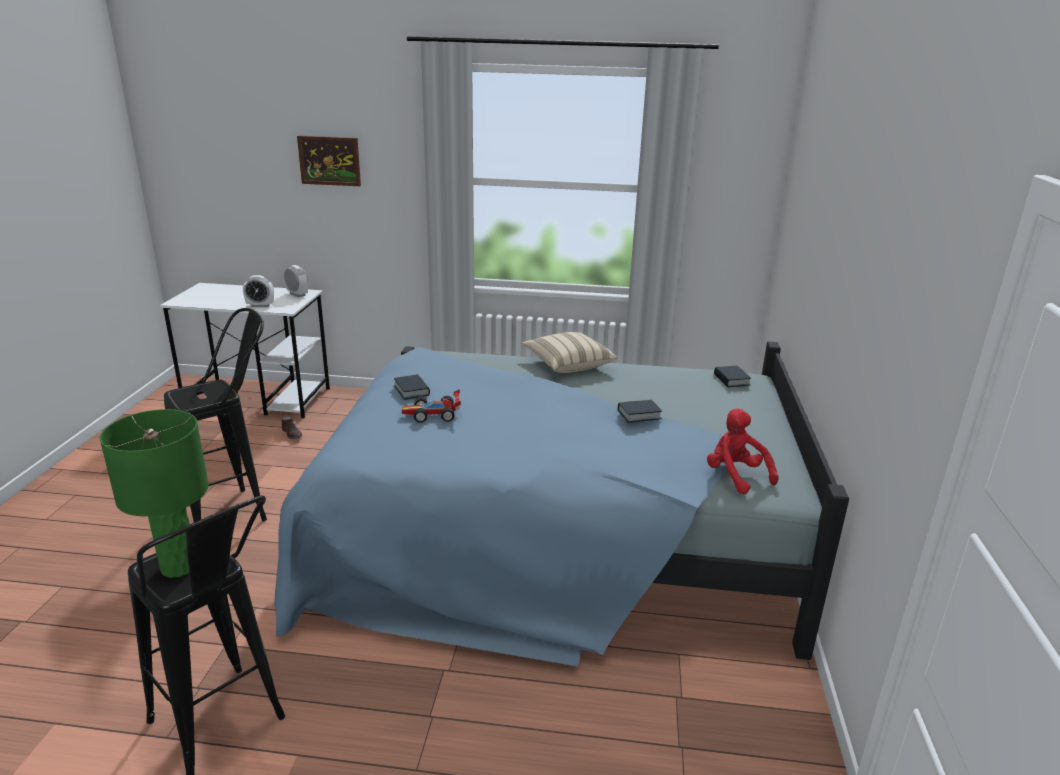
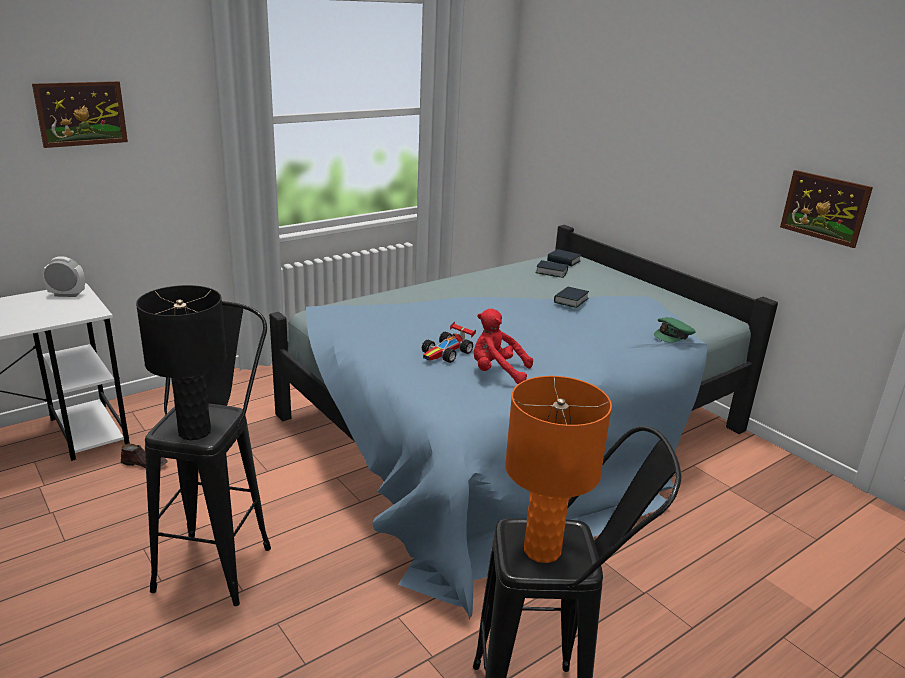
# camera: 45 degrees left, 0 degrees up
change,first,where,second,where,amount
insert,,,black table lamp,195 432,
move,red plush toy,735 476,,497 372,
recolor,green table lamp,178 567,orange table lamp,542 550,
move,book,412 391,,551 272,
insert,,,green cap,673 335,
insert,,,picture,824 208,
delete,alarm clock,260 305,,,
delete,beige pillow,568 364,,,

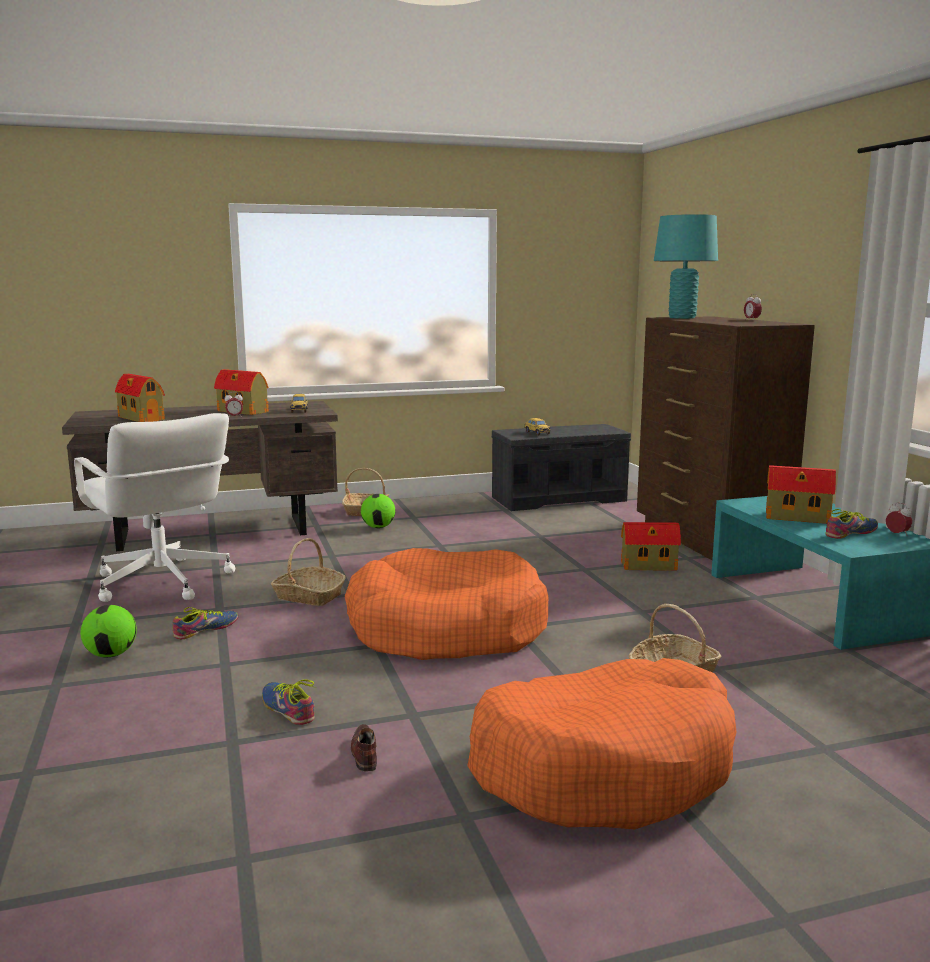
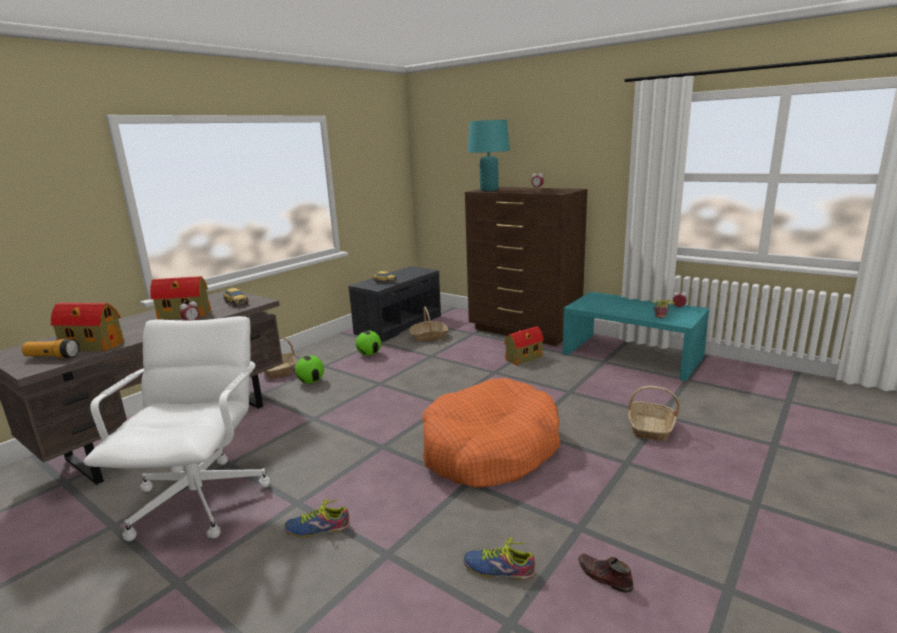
# camera: 35 degrees left, 5 degrees up
change,first,where,second,where,amount
insert,,,flashlight,52 357,
rotate,white office chair,162 583,,201 499,105 degrees counterclockwise
rotate,shoe,205 629,,318 528,105 degrees counterclockwise
move,football,111 654,,369 354,
move,basket,308 596,,428 337,
delete,orange dog bed,604 767,,,
delete,toy house,795 517,,,

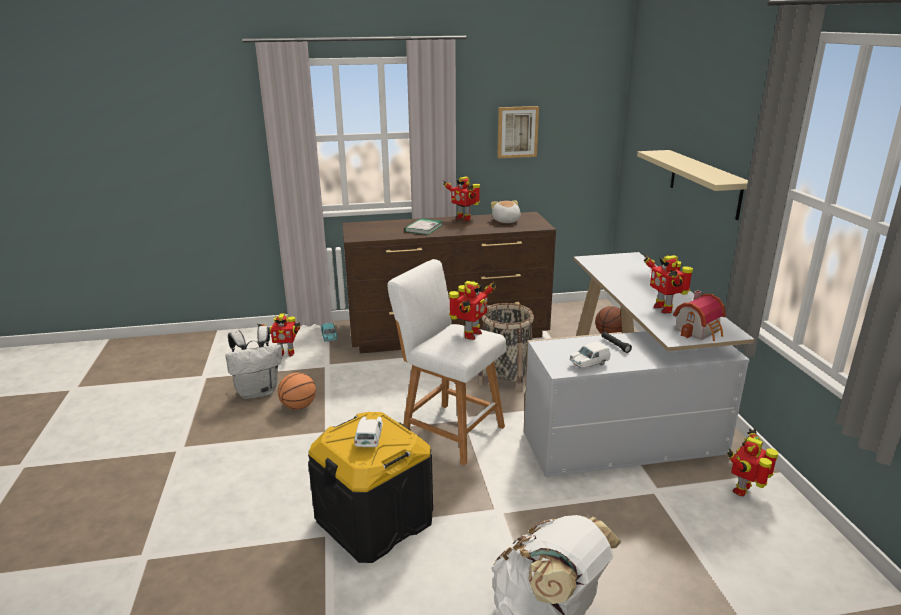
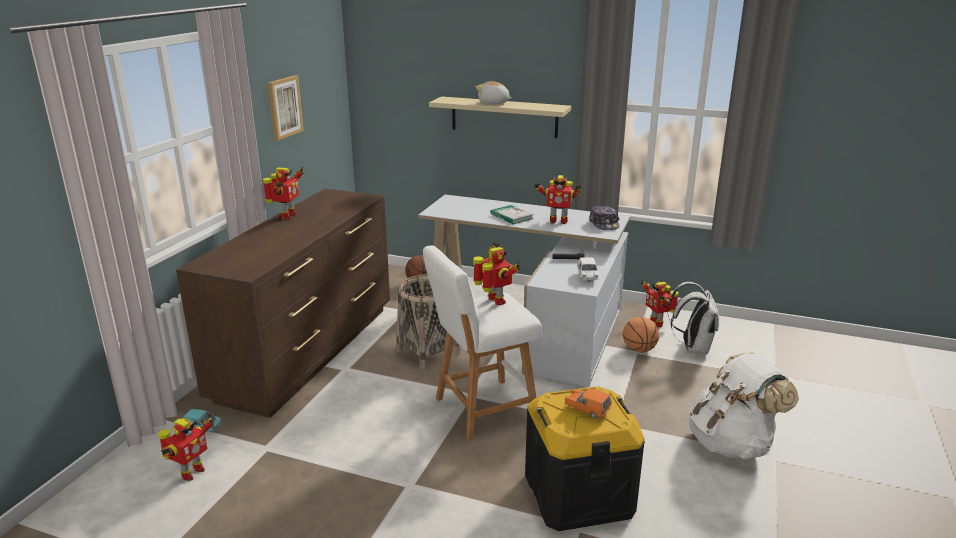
# camera: 60 degrees left, 0 degrees up
change,first,where,second,where,amount
rotate,toy robot,463 218,,286 216,60 degrees counterclockwise
move,plush toy,505 221,,493 103,
move,book,424 228,,511 216,
recolor,white toy car,369 438,orange toy car,587 410,
replace,toy house,699 331,cap,604 224,
move,basketball,298 406,,639 350,
move,white backpack,258 391,,692 348,

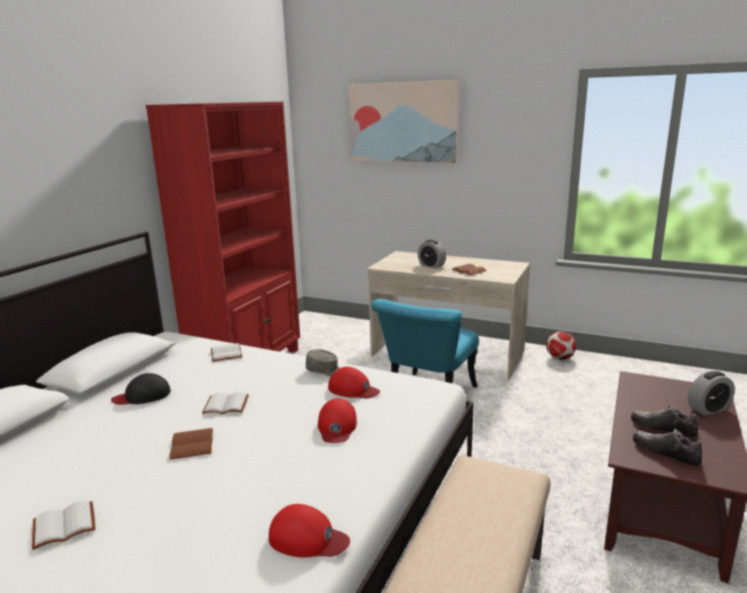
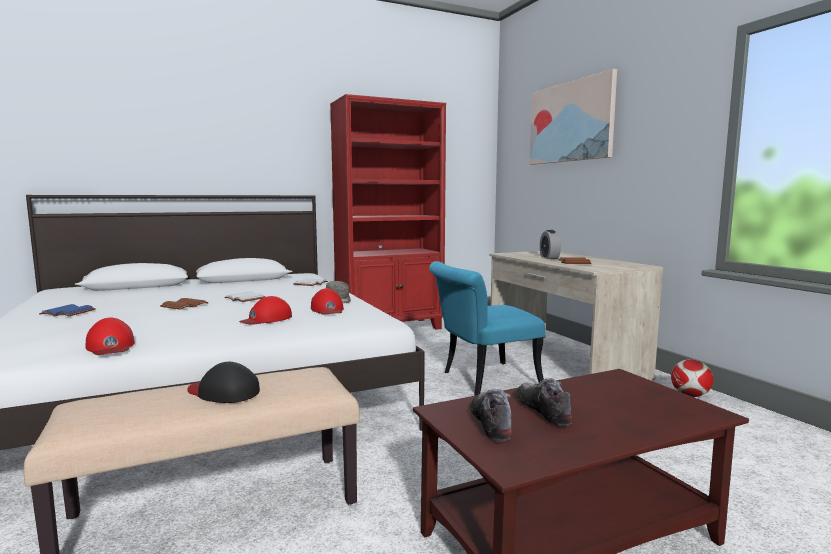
# camera: 40 degrees right, 10 degrees down
change,first,where,second,where,amount
recolor,white book,63 527,blue book,66 313,
move,black cap,142 396,,223 392,
delete,alarm clock,708 409,,,

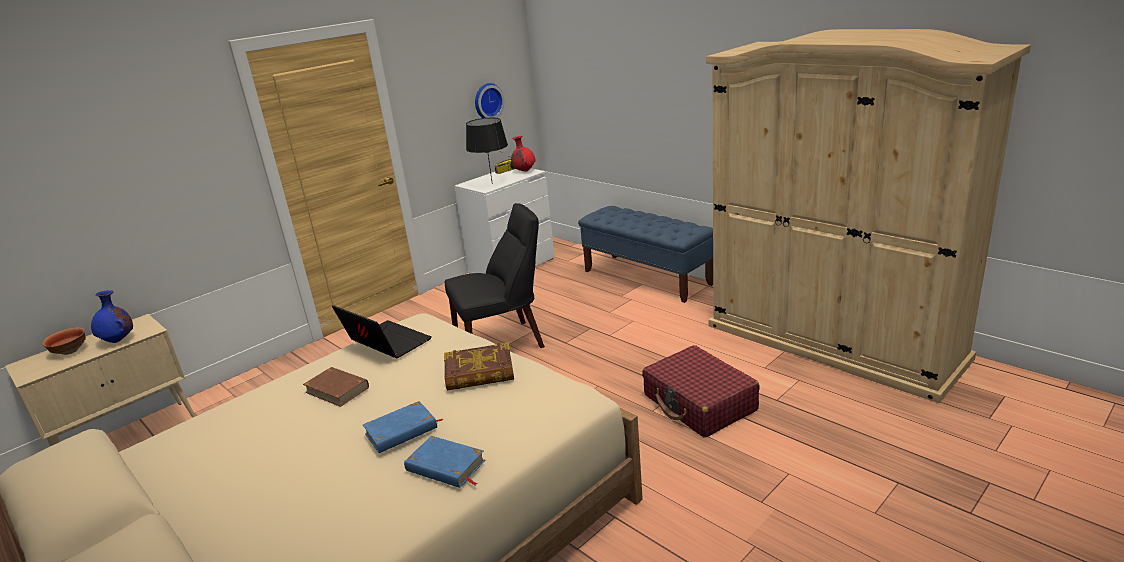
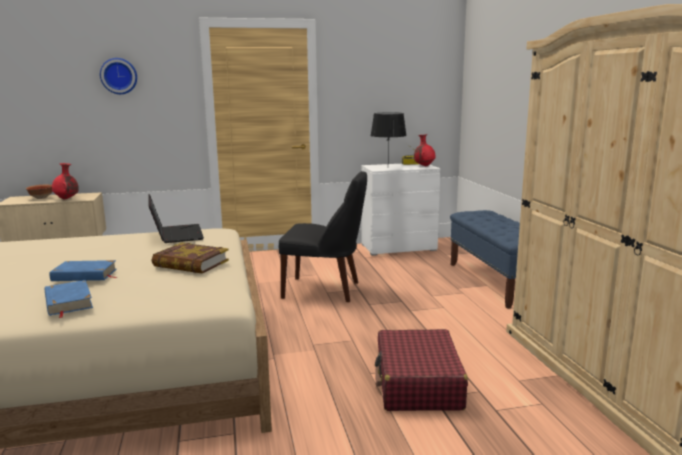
# camera: 30 degrees right, 10 degrees down
change,first,where,second,where,amount
recolor,blue vase,119 340,red vase,67 199,
move,wall clock,487 101,,119 76,
delete,brown book,337 389,,,

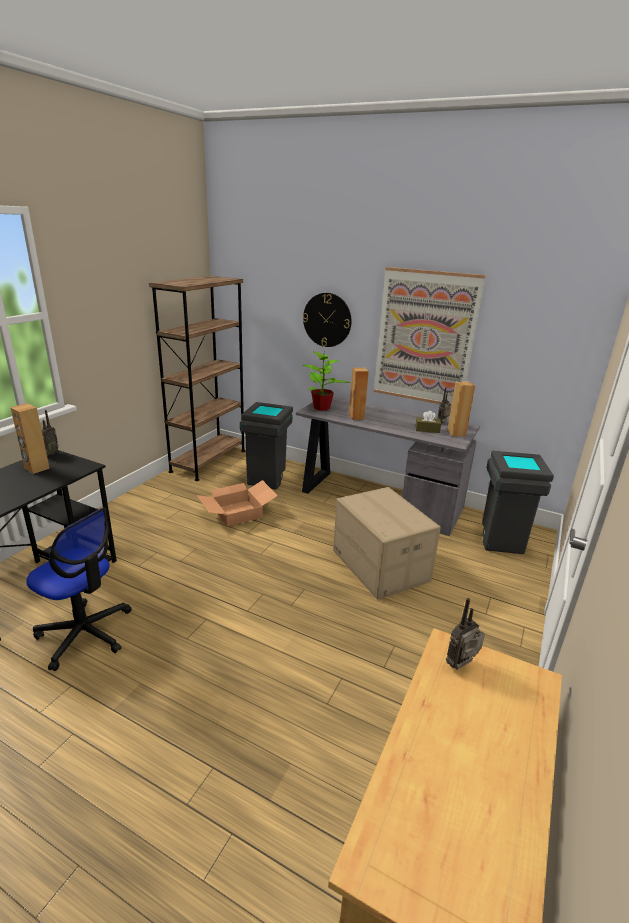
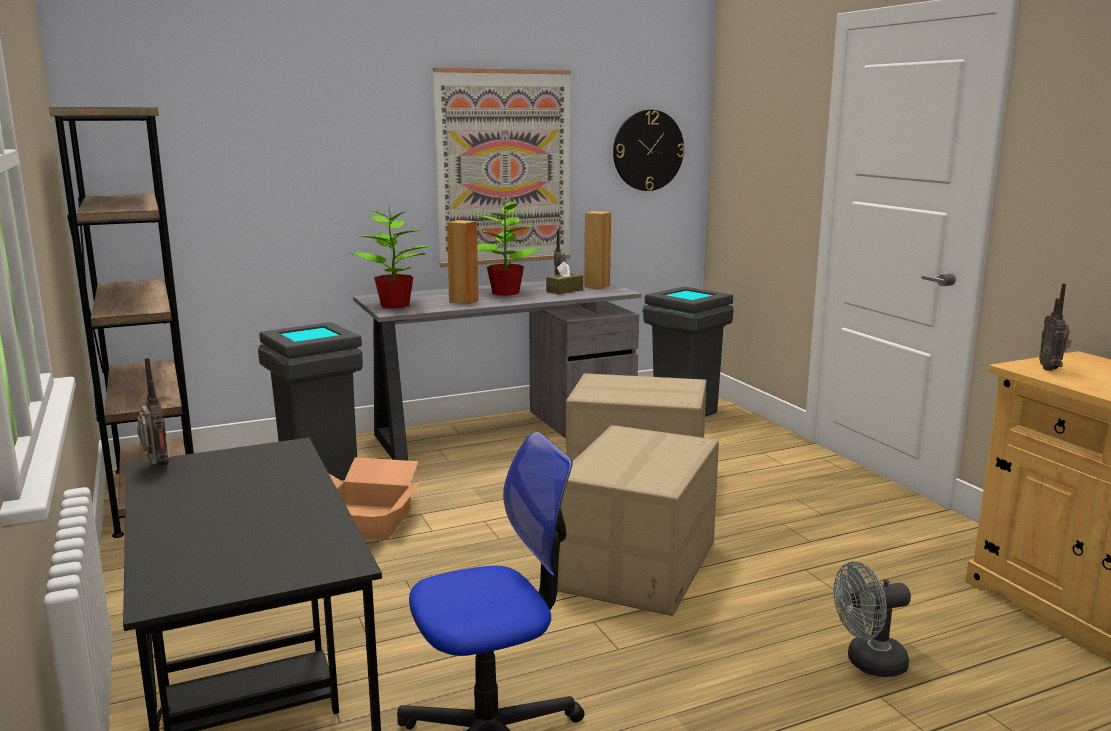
# camera: 50 degrees left, 10 degrees down
change,first,where,second,where,amount
insert,,,potted plant,505 293,
insert,,,cardboard box,639 567,
move,wall clock,327 320,,648 150,
insert,,,grey fan,868 663,
delete,brown speaker,36 468,,,

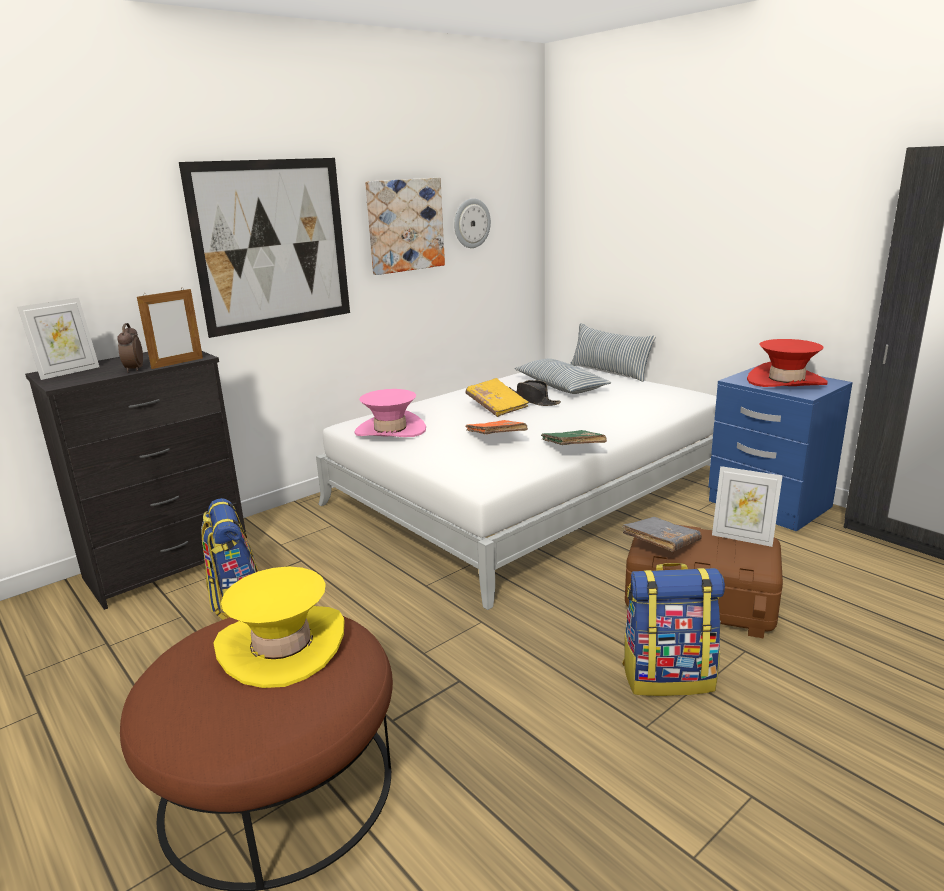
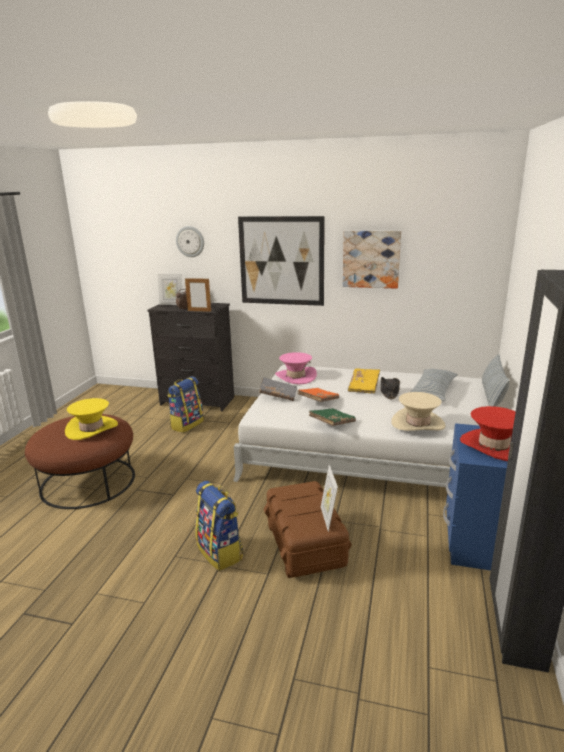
# camera: 55 degrees right, 0 degrees up
change,first,where,second,where,amount
move,wall clock,471 223,,190 241,
move,grey book,661 545,,278 395,
insert,,,beige hat,418 423,

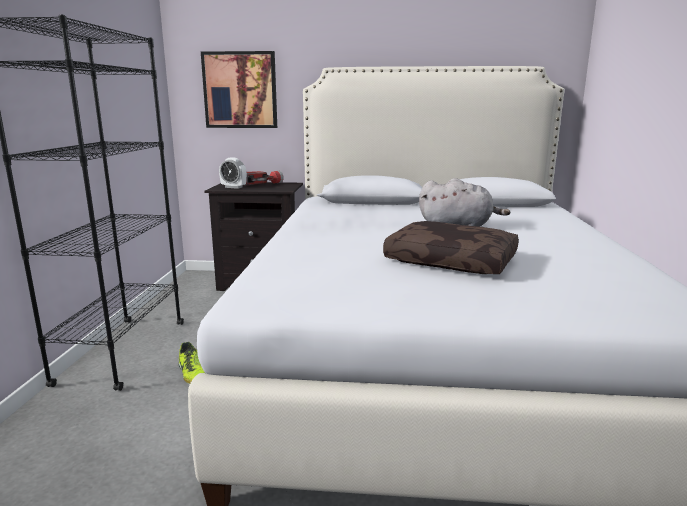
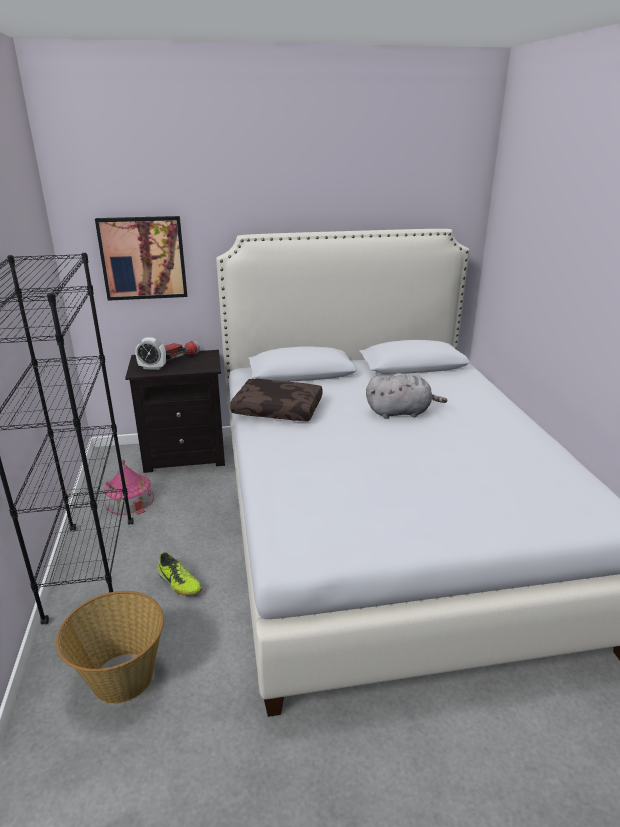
# camera: 15 degrees left, 10 degrees up
change,first,where,second,where,amount
insert,,,basket,121 677,
insert,,,toy house,129 500,
move,brown pillow,452 261,,279 409,

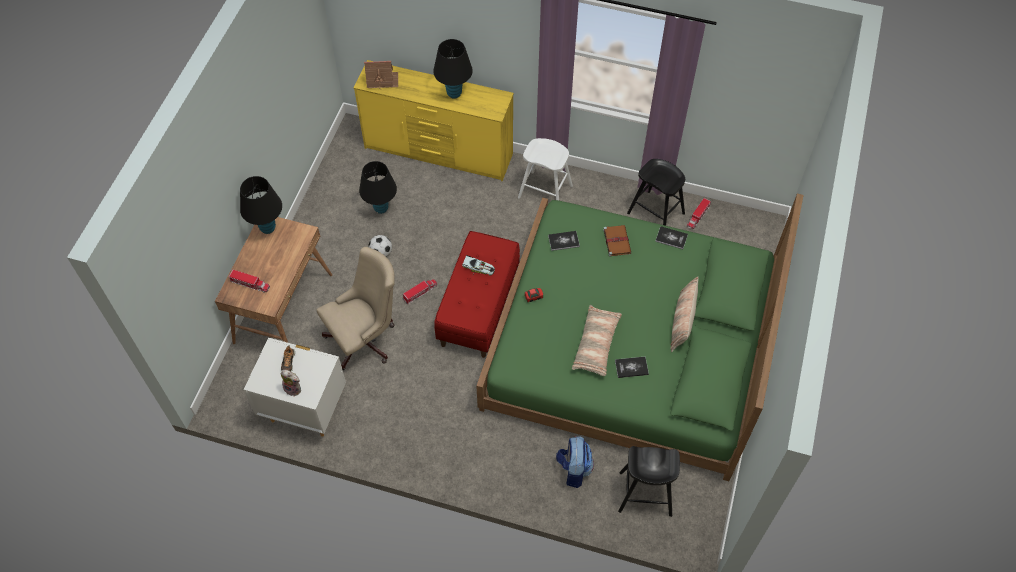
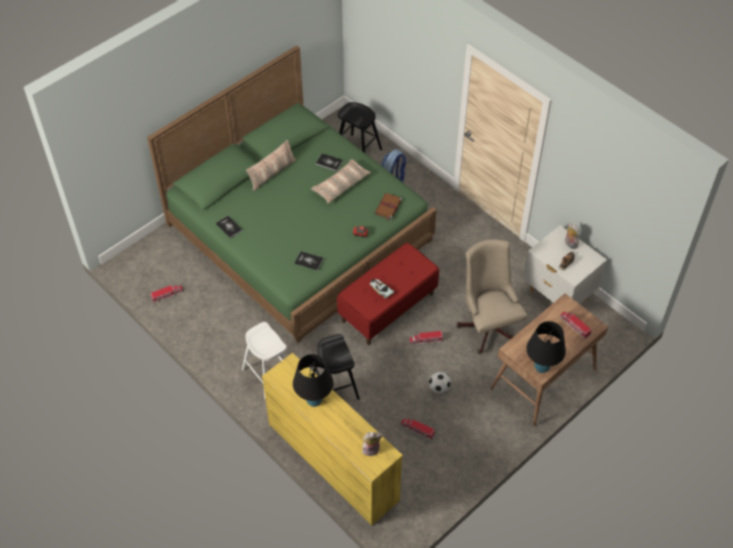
# camera: 150 degrees left, 5 degrees down
change,first,where,second,where,amount
move,black stool,655 213,,335 387,
replace,toy house,382 80,plush toy,371 449,
move,brown book,616 241,,388 207,
replace,black table lamp,381 208,toy truck,417 430,
rotate,beige office chair,365 339,,488 325,75 degrees clockwise

